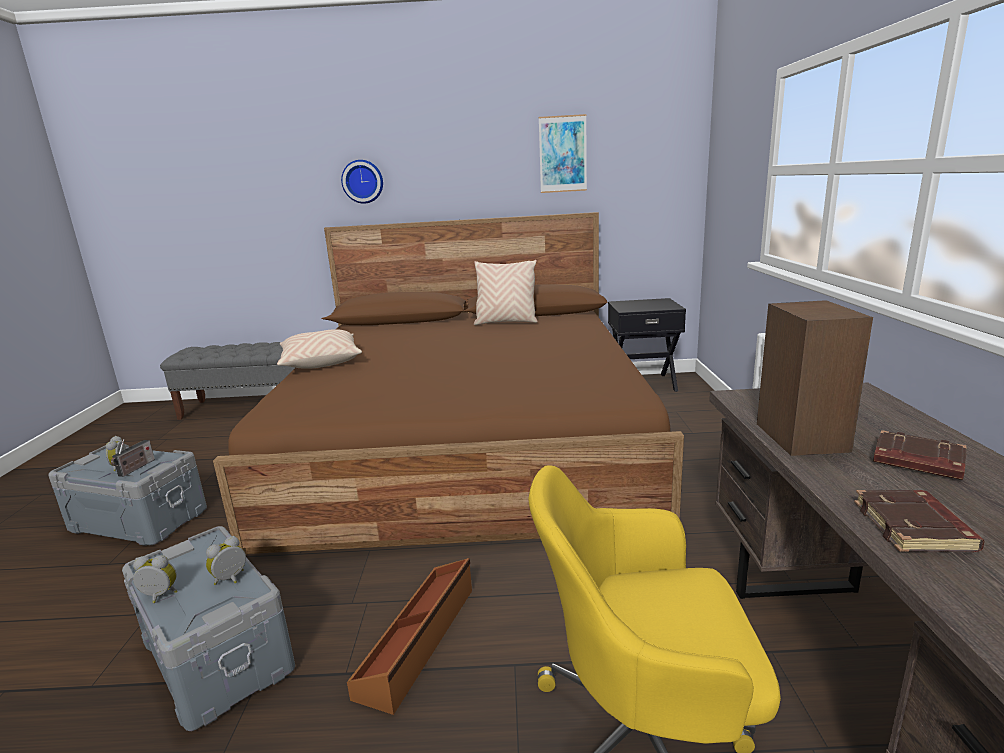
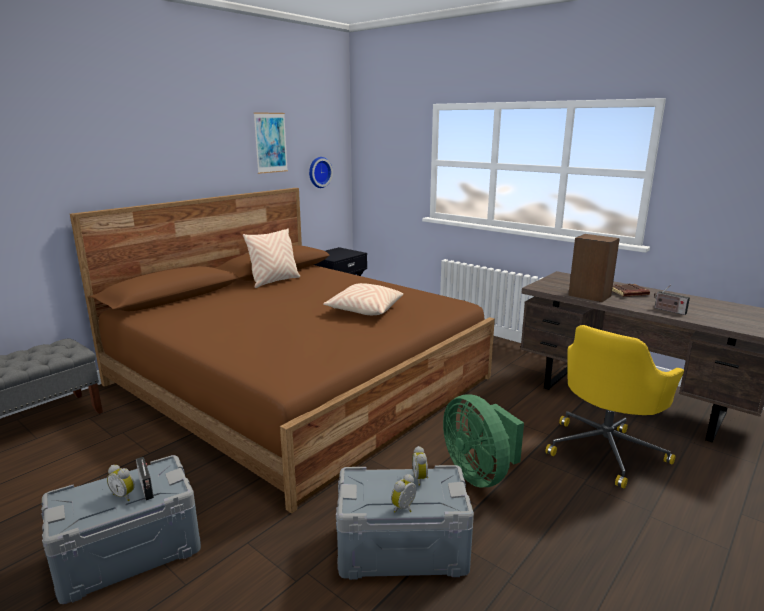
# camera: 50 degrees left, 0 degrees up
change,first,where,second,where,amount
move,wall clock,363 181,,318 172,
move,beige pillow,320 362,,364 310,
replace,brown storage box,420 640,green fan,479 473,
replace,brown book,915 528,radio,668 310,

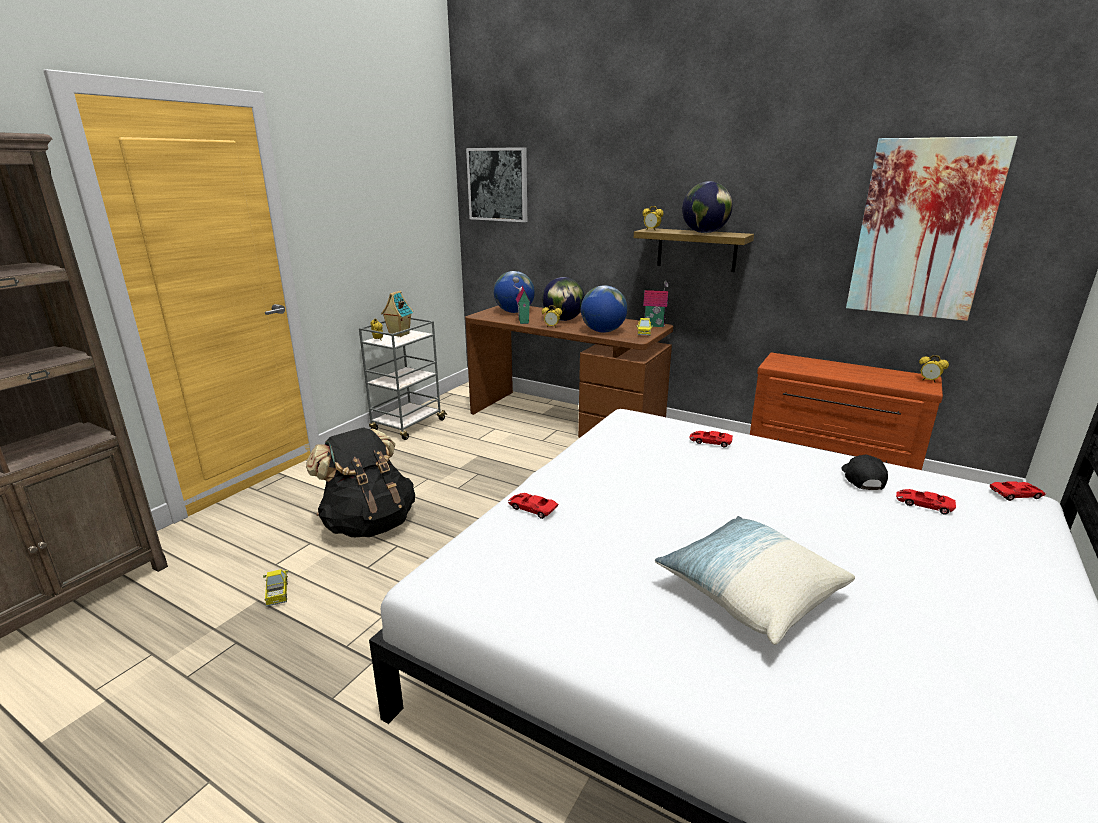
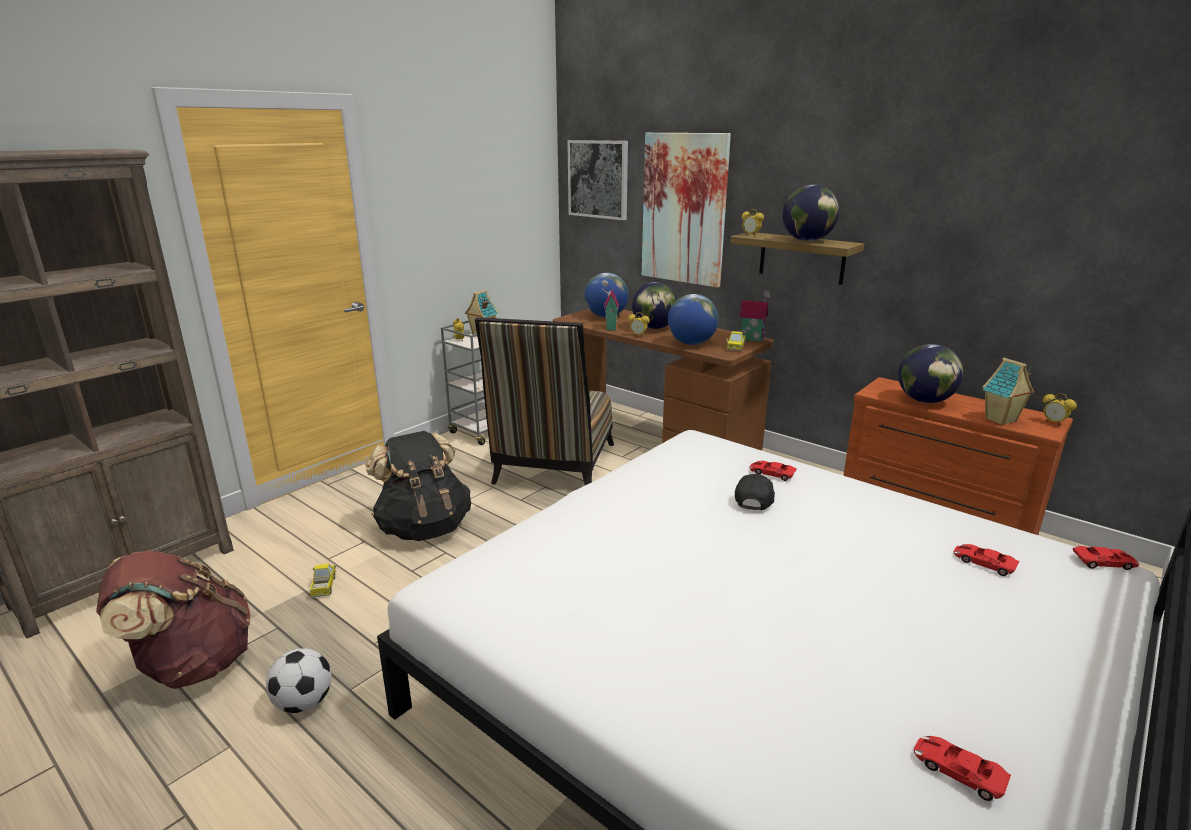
# camera: 10 degrees right, 0 degrees up
change,first,where,second,where,amount
insert,,,brown backpack,191 664,
insert,,,football,304 703,
insert,,,chair,553 467,
move,picture,923 230,,684 209,
move,black cap,862 479,,754 499,
insert,,,globe,924 401,
move,red toy car,532 508,,958 771,
insert,,,toy house,1001 420,
delete,pillow,749 592,,,

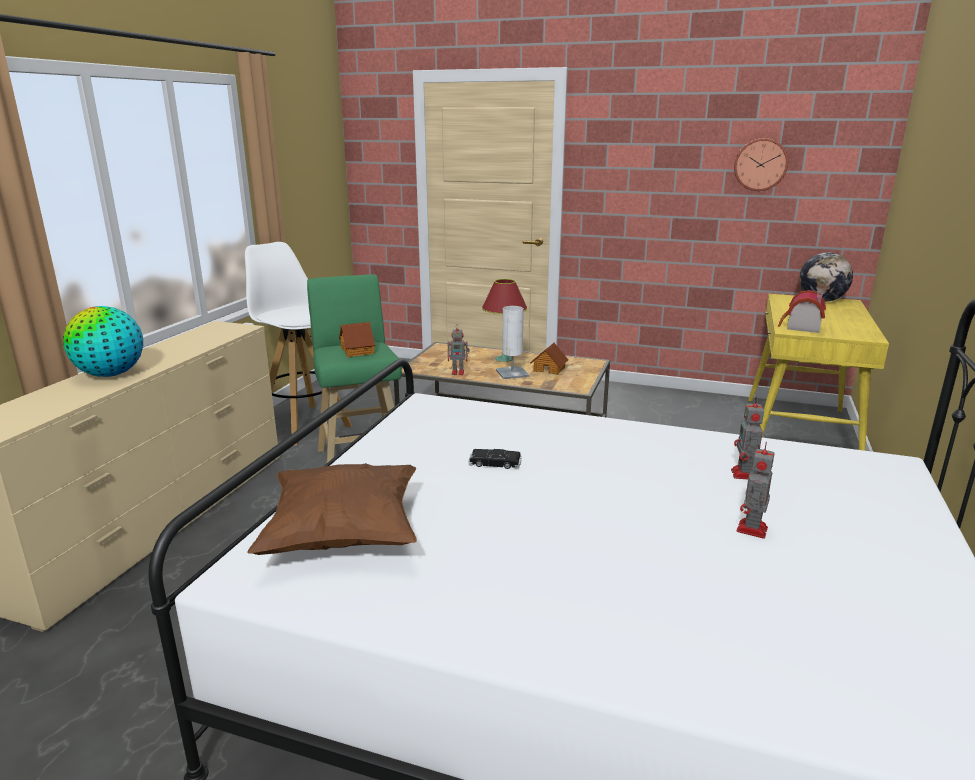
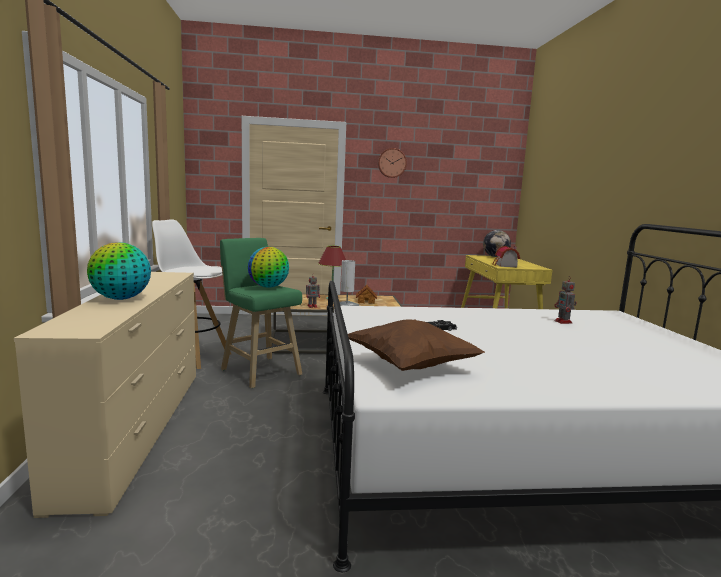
# camera: 25 degrees left, 10 degrees down
change,first,where,second,where,amount
replace,toy house,358 351,globe,268 287,
move,wall clock,760 164,,392 163,
delete,toy robot,751 530,,,

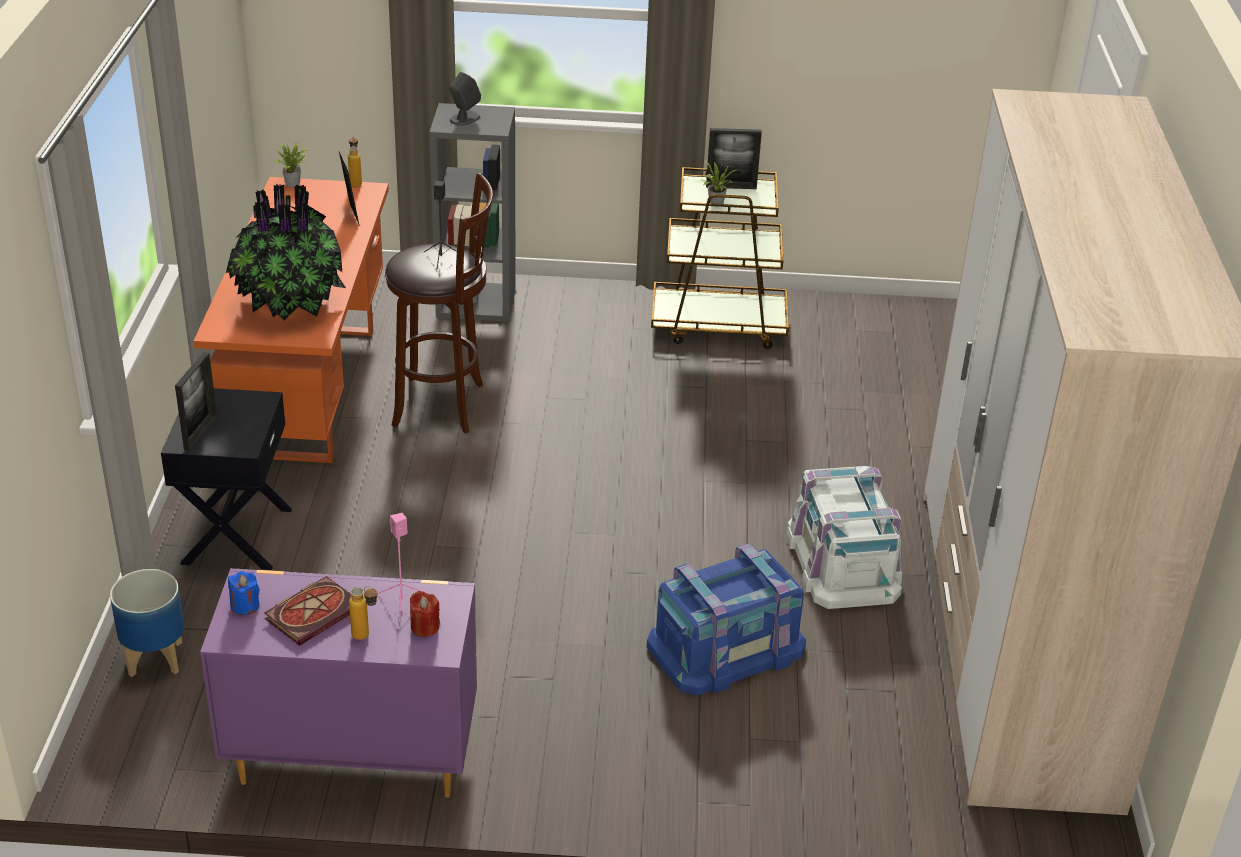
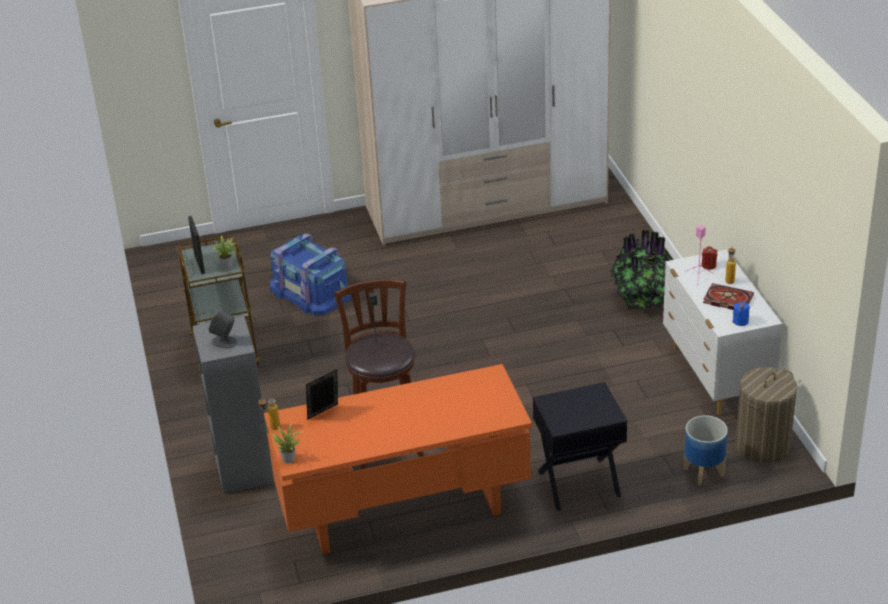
# camera: 105 degrees left, 0 degrees up
change,first,where,second,where,amount
move,blue storage box,726 647,,311 291,
move,potted plant,289 305,,644 298,
recolor,purple dresser,351 756,white dresser,716 376,
insert,,,laundry basket,762 445,
delete,picture frame,200 432,,,
delete,white storage box,843 561,,,

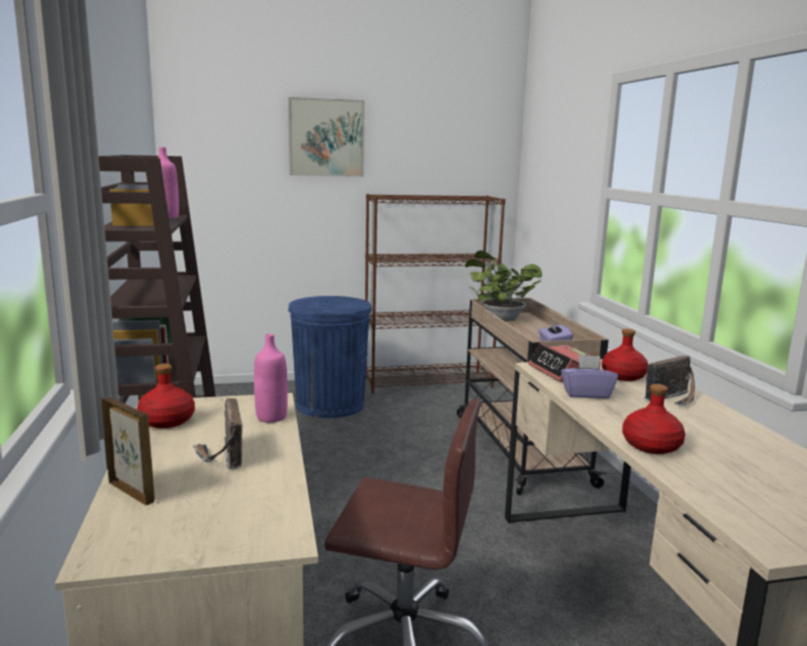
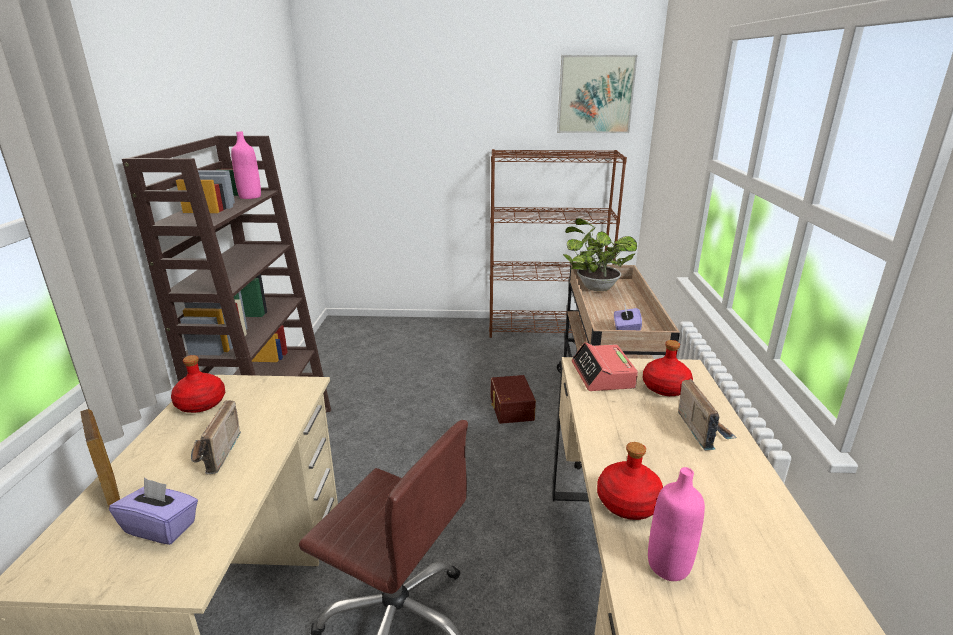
# camera: 15 degrees right, 10 degrees up
change,first,where,second,where,amount
move,purple tissue box,586 394,,161 527,
insert,,,brown storage box,510 408,
move,picture,326 138,,595 94,
move,pink bottle,271 417,,668 565,
rotate,radio,674 398,,703 429,75 degrees counterclockwise
delete,blue trash can,330 405,,,

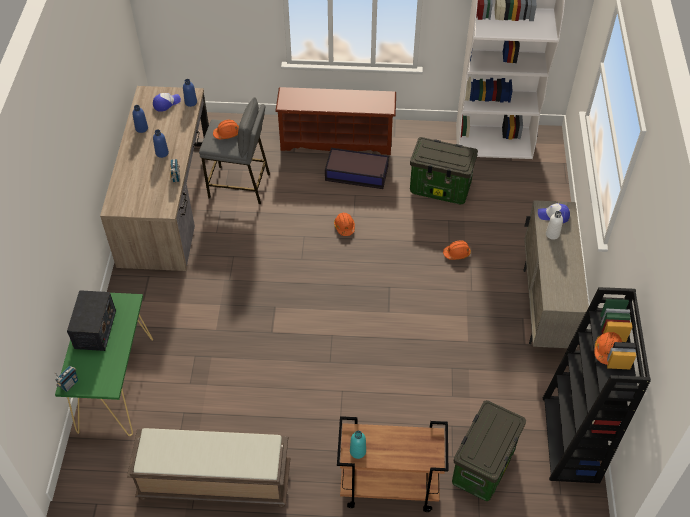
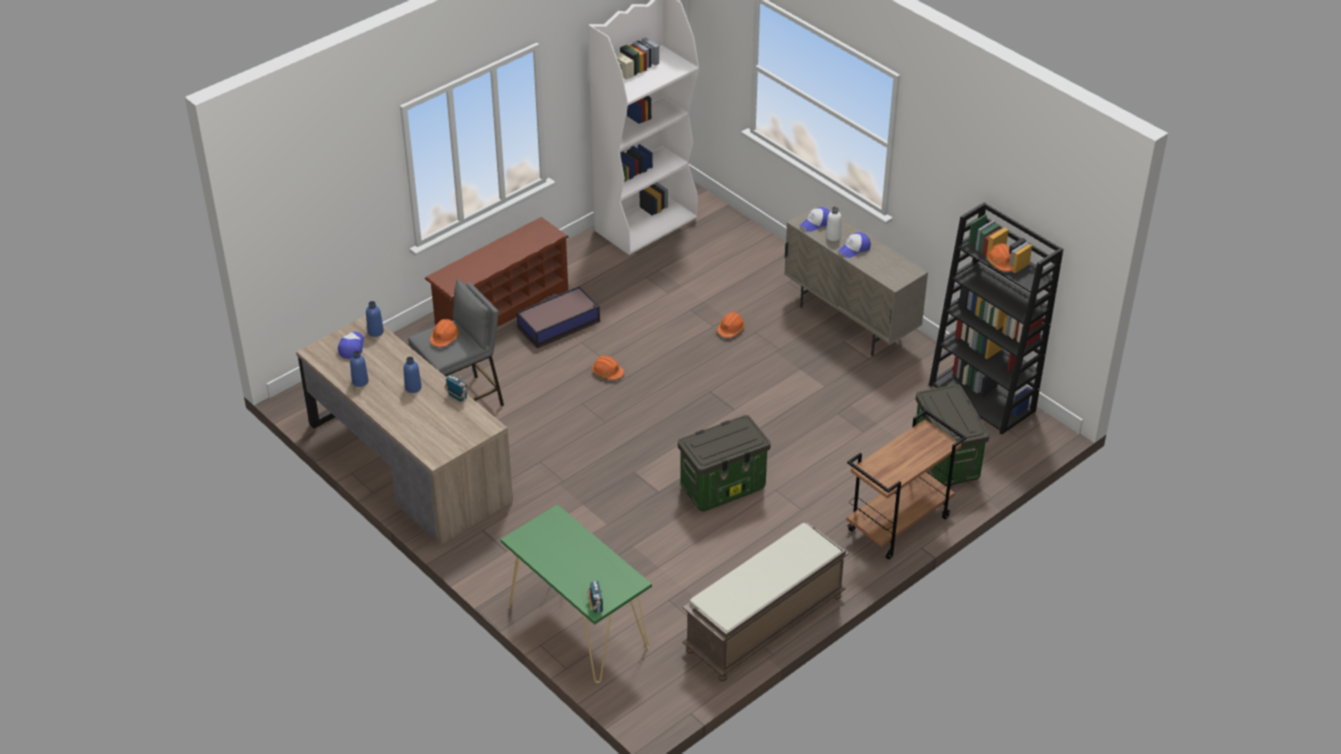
# camera: 45 degrees left, 10 degrees down
change,first,where,second,where,amount
move,storage box,441 188,,723 487,
insert,,,cap,854 249,
delete,radio,95 329,,,
delete,turquoise bottle,358 451,,,

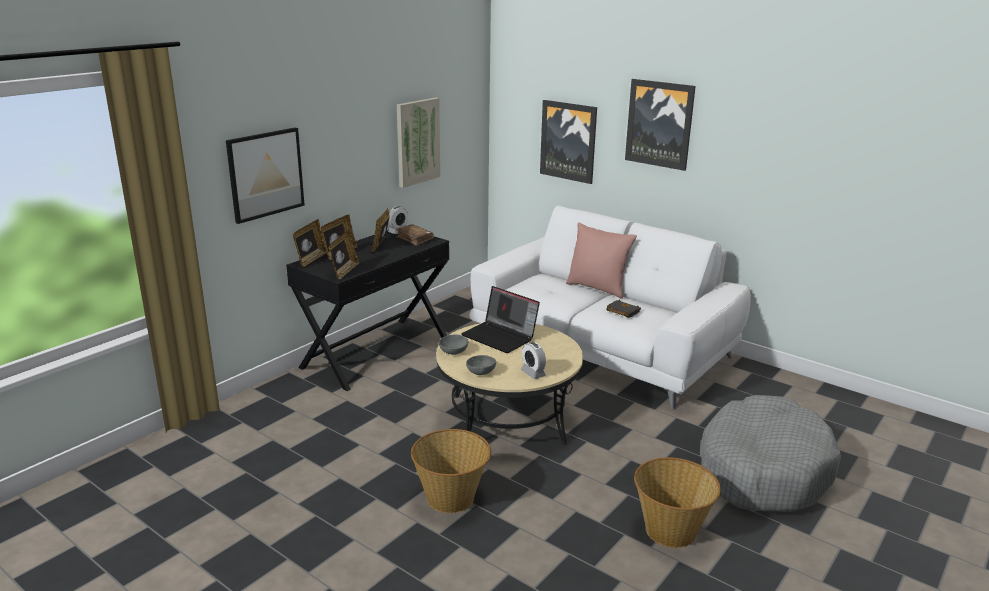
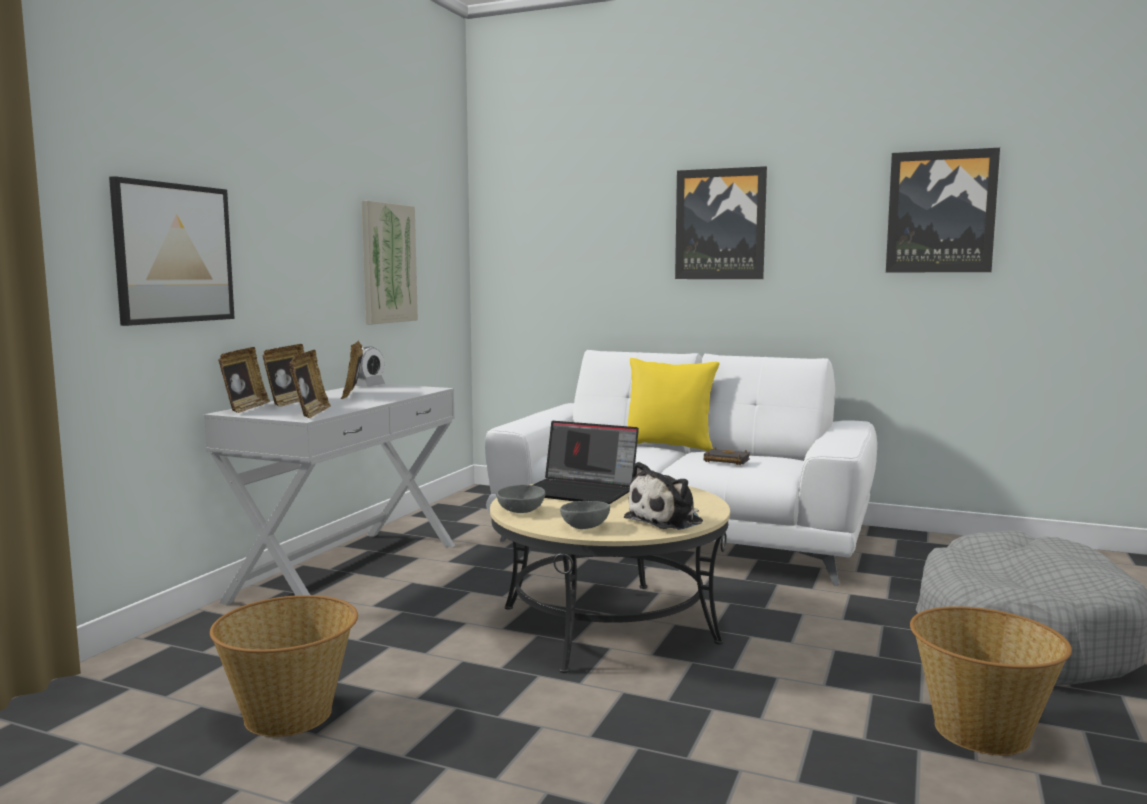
# camera: 15 degrees left, 15 degrees down
change,first,where,second,where,amount
recolor,black console table,375 352,white console table,347 571,
move,basket,451 497,,290 714,
replace,alarm clock,533 373,plush toy,667 520,
recolor,pink pillow,597 288,yellow pillow,669 446,
move,picture,568 141,,941 212,
delete,brown book,414 239,,,

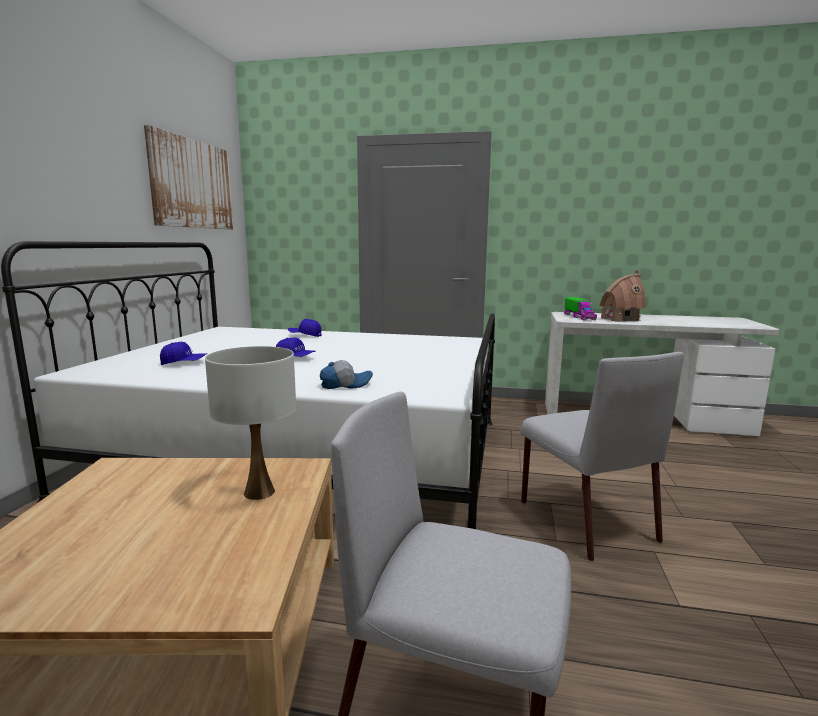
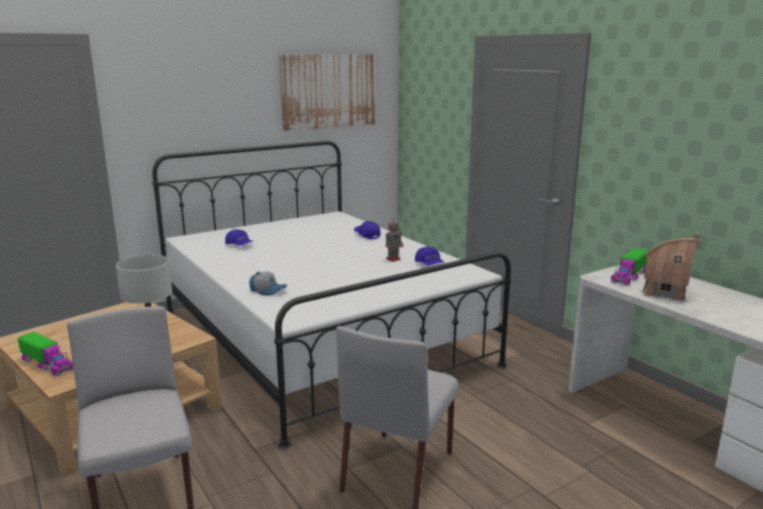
# camera: 45 degrees right, 5 degrees up
change,first,where,second,where,amount
insert,,,toy truck,47 364,
insert,,,toy robot,393 259,
move,blue cap,295 358,,429 264,

